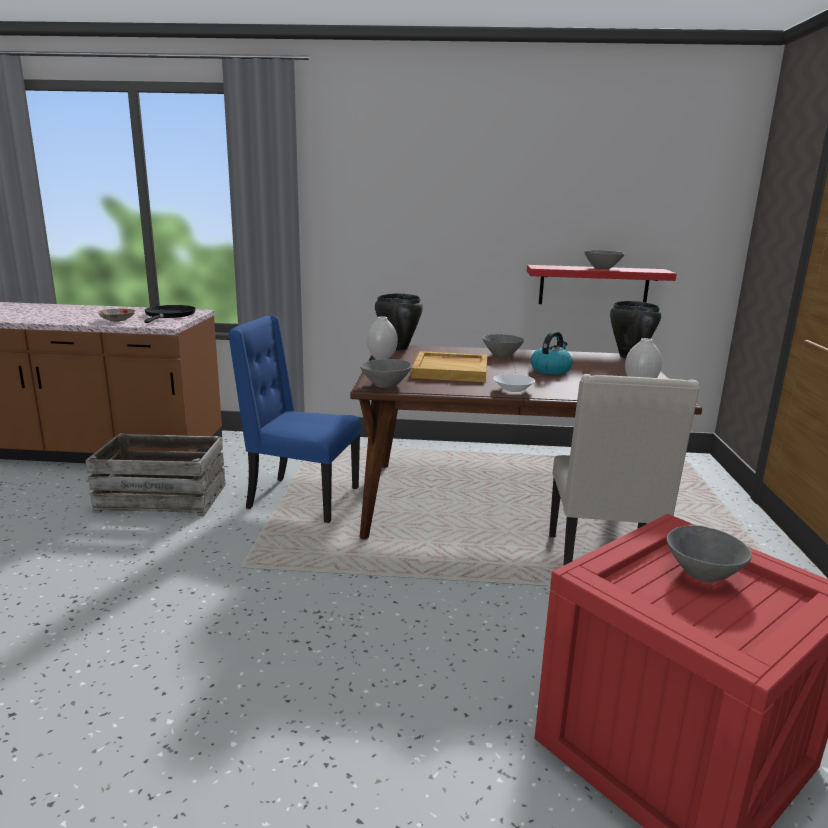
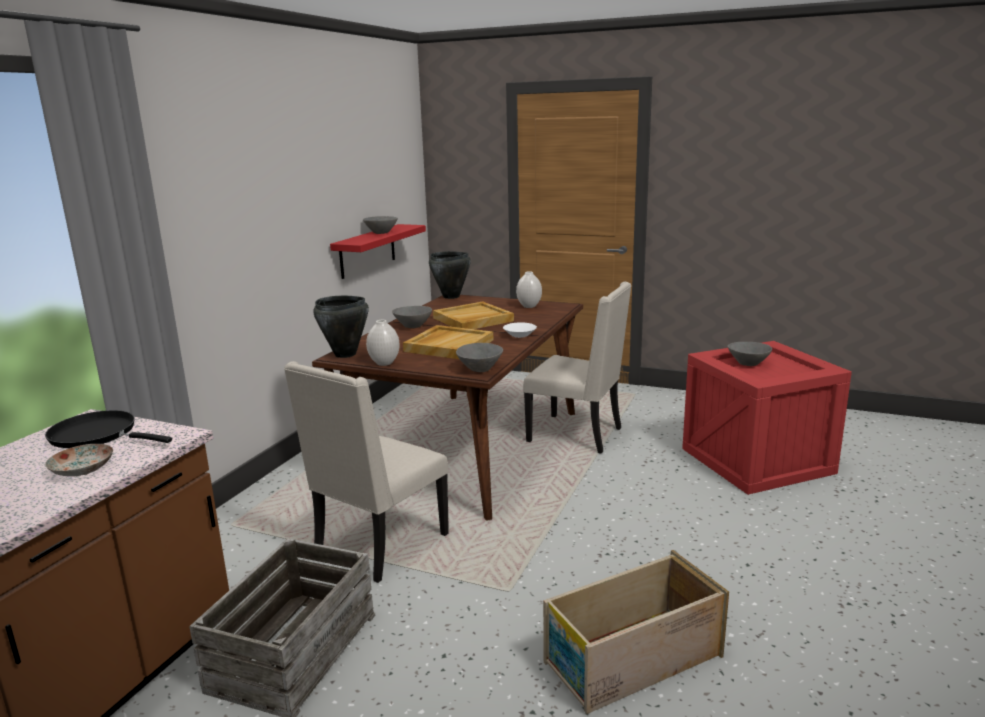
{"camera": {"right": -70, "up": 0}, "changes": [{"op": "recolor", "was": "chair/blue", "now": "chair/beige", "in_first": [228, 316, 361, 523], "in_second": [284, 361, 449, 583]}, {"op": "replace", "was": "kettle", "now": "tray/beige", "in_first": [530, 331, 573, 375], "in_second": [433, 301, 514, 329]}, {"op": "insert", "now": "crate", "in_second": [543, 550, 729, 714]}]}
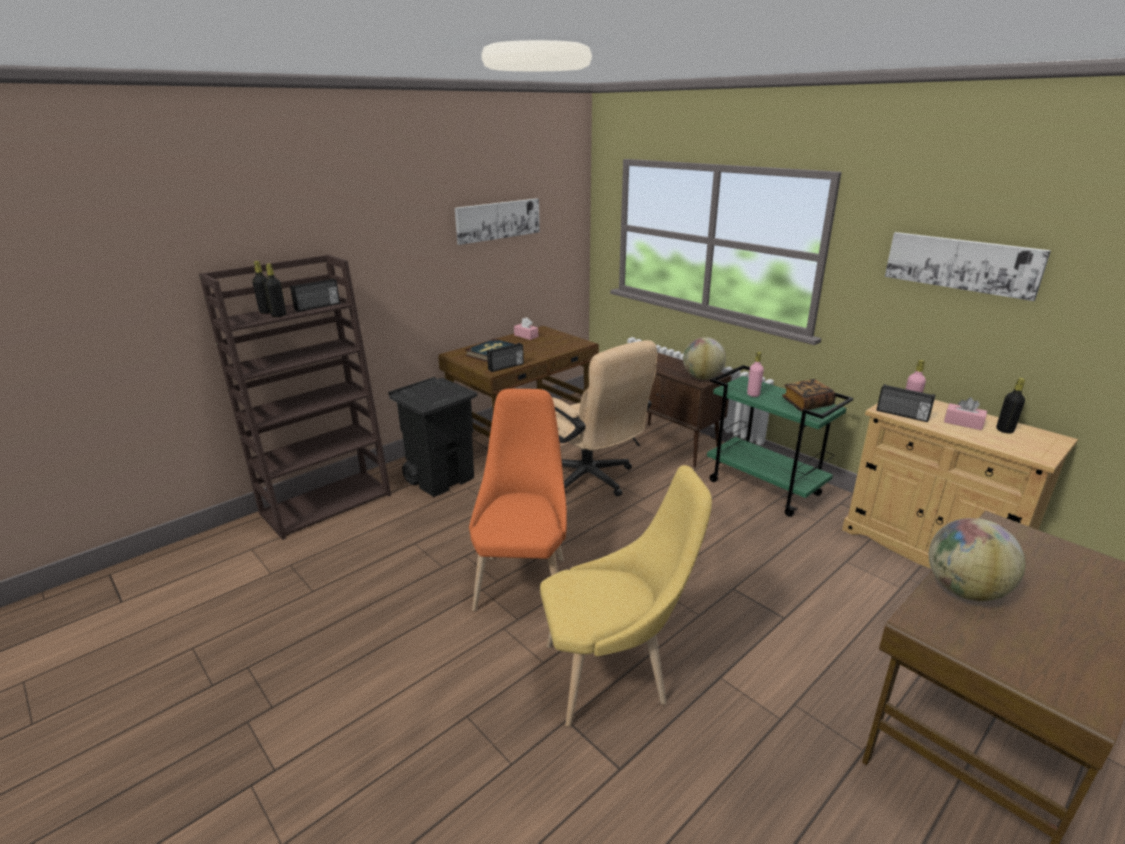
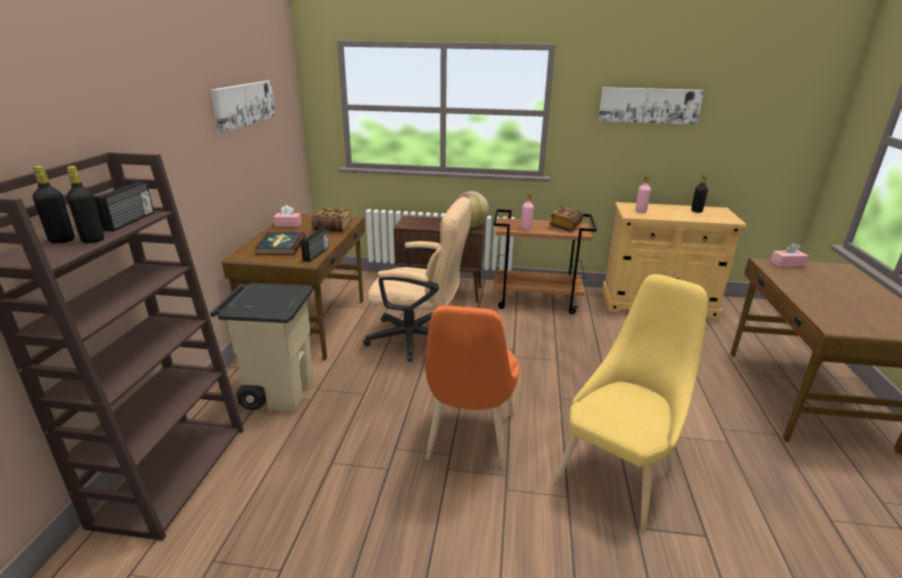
{"camera": {"right": -40, "up": 0}, "changes": [{"op": "recolor", "was": "trash can/black", "now": "trash can/beige", "in_first": [388, 377, 477, 497], "in_second": [210, 283, 313, 412]}, {"op": "insert", "now": "book", "in_second": [312, 208, 352, 232]}, {"op": "rotate", "was": "chair/orange", "in_first": [469, 389, 567, 611], "in_second": [425, 305, 520, 469], "clockwise": -135}, {"op": "recolor", "was": "cart/green", "now": "cart/brown", "in_first": [707, 365, 853, 517], "in_second": [493, 209, 597, 314]}, {"op": "move", "was": "tissue box/pink", "in_first": [944, 397, 987, 430], "in_second": [770, 243, 808, 267]}, {"op": "delete", "was": "radio", "in_first": [876, 384, 935, 422]}, {"op": "delete", "was": "globe", "in_first": [929, 518, 1025, 601]}]}
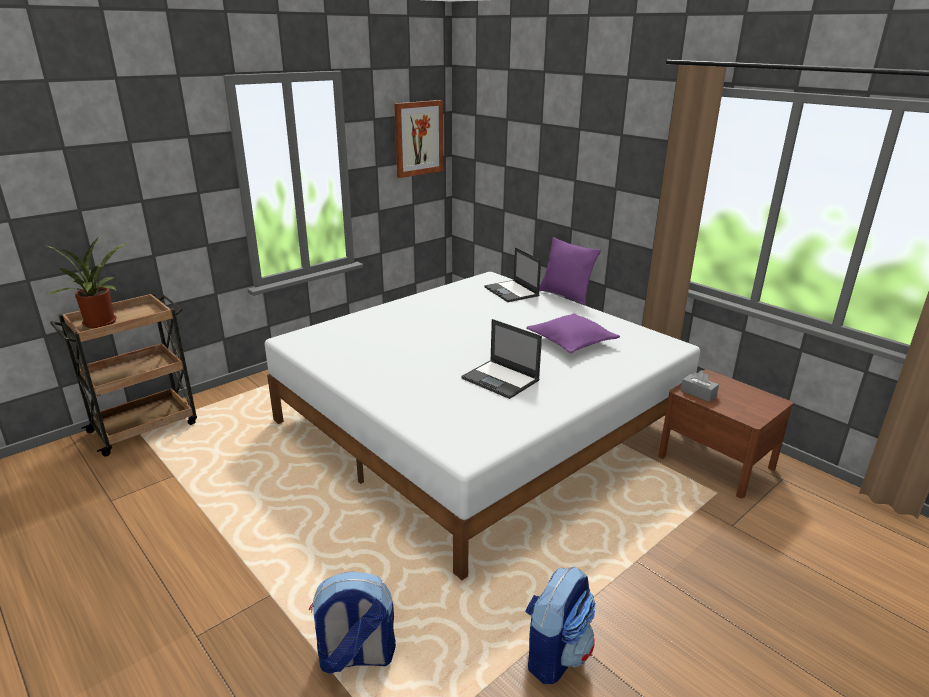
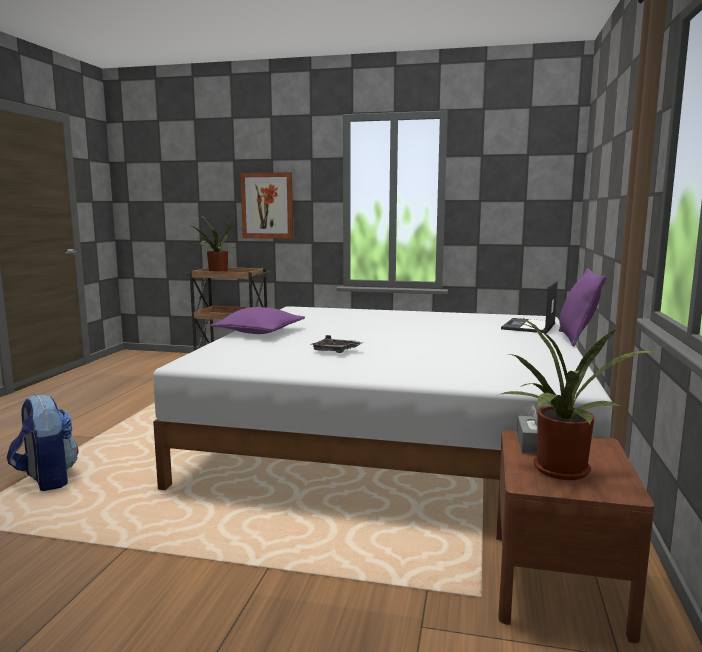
{"camera": {"right": 55, "up": -15}, "changes": [{"op": "move", "was": "pillow/purple", "in_first": [526, 313, 620, 353], "in_second": [210, 307, 305, 334]}, {"op": "move", "was": "picture", "in_first": [394, 100, 443, 178], "in_second": [240, 172, 294, 239]}, {"op": "replace", "was": "laptop", "now": "tray/grey", "in_first": [461, 319, 542, 399], "in_second": [310, 335, 364, 353]}, {"op": "insert", "now": "potted plant", "in_second": [501, 317, 656, 480]}, {"op": "delete", "was": "backpack", "in_first": [525, 566, 595, 684]}]}
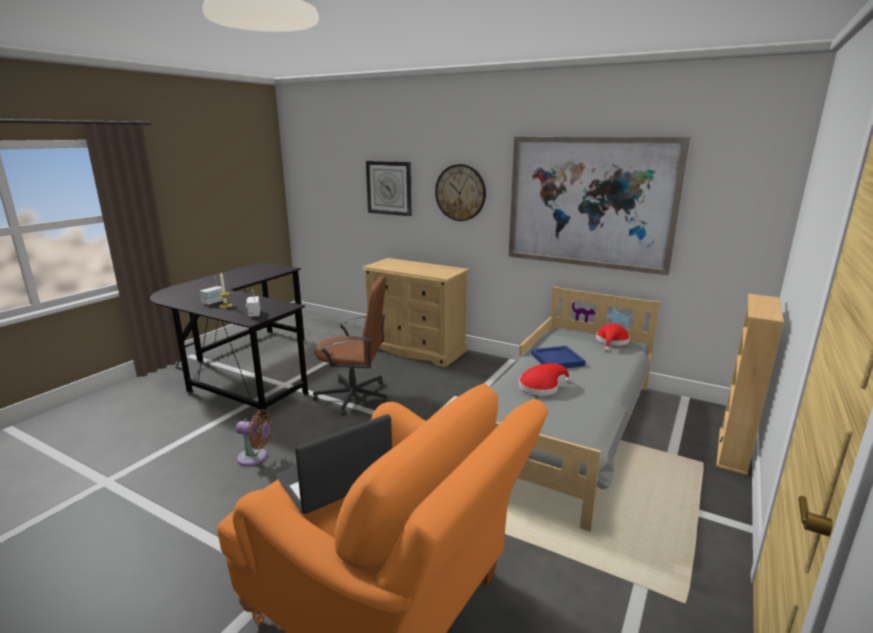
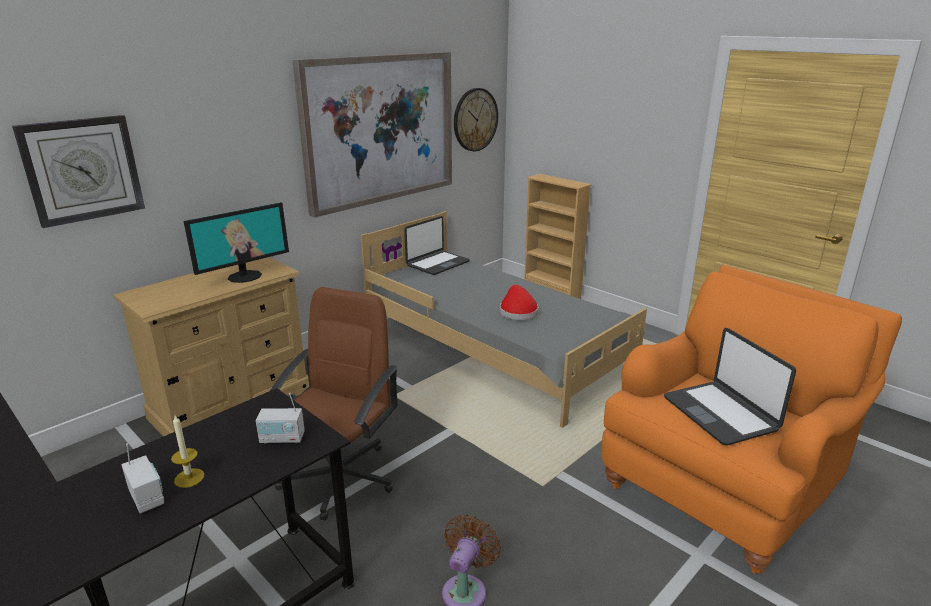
{"camera": {"right": -75, "up": 5}, "changes": [{"op": "insert", "now": "monitor", "in_second": [183, 202, 289, 283]}, {"op": "replace", "was": "hat/red", "now": "laptop", "in_first": [596, 323, 630, 351], "in_second": [404, 216, 470, 275]}, {"op": "move", "was": "wall clock", "in_first": [435, 164, 486, 221], "in_second": [454, 88, 498, 151]}, {"op": "delete", "was": "tray/blue", "in_first": [531, 346, 586, 368]}]}
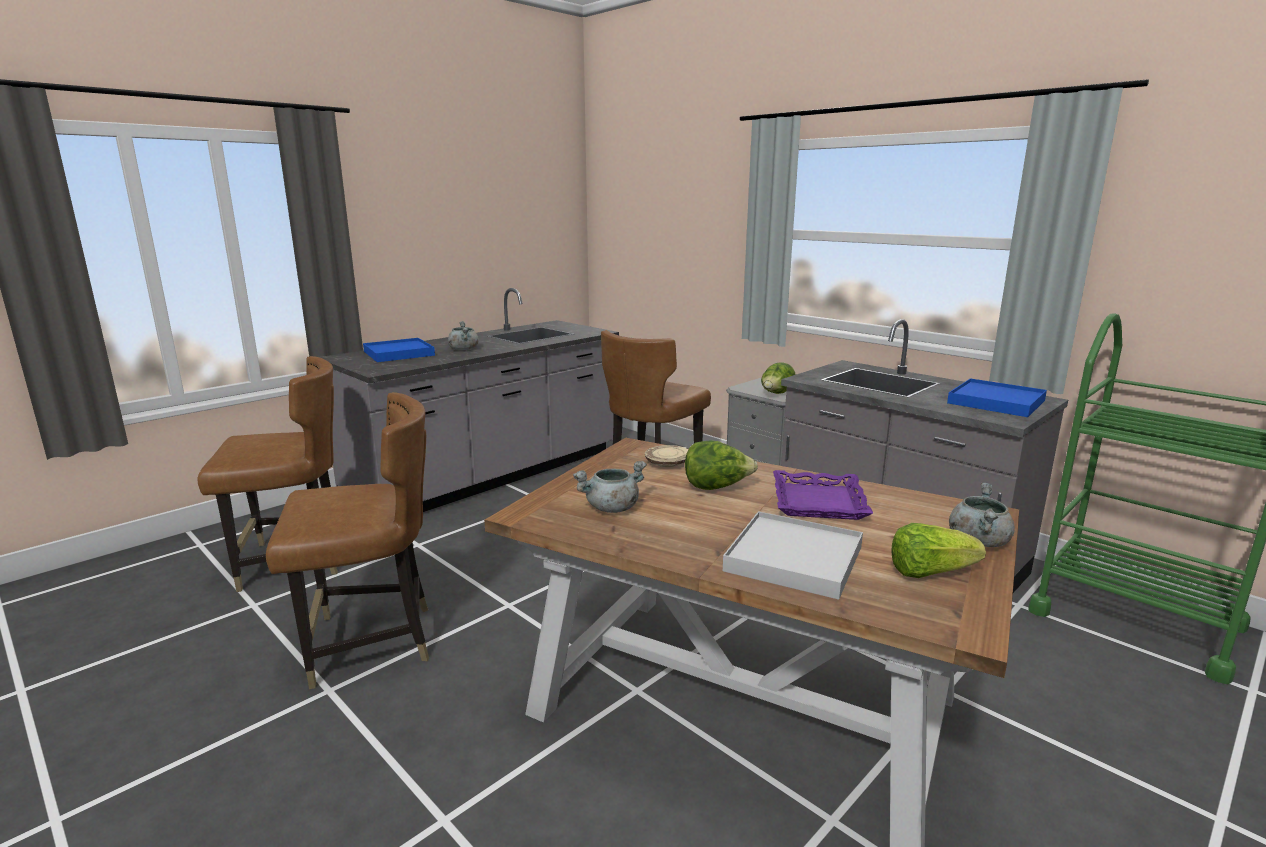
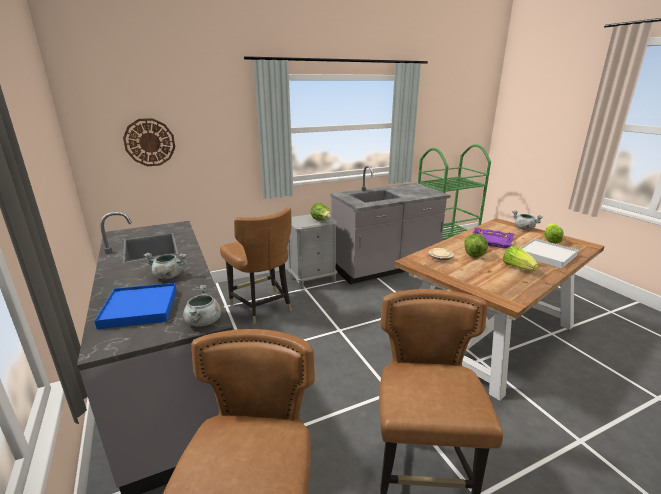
{"camera": {"right": -70, "up": 5}, "changes": [{"op": "insert", "now": "wall clock", "in_second": [123, 118, 175, 166]}, {"op": "move", "was": "cooking pot/grey", "in_first": [573, 461, 647, 513], "in_second": [183, 285, 221, 327]}, {"op": "insert", "now": "lettuce", "in_second": [503, 246, 539, 271]}, {"op": "delete", "was": "tray/blue", "in_first": [947, 378, 1047, 417]}]}
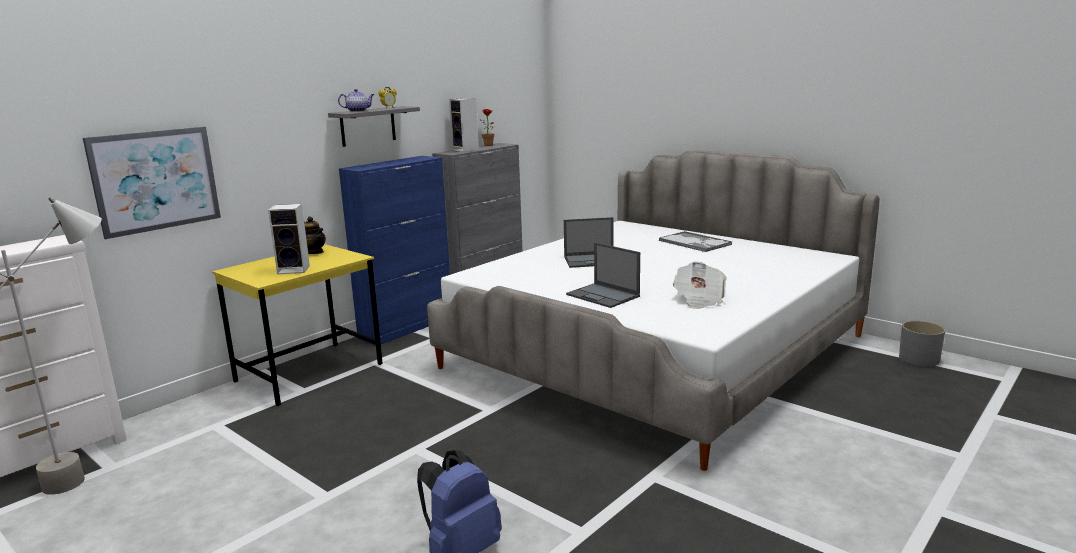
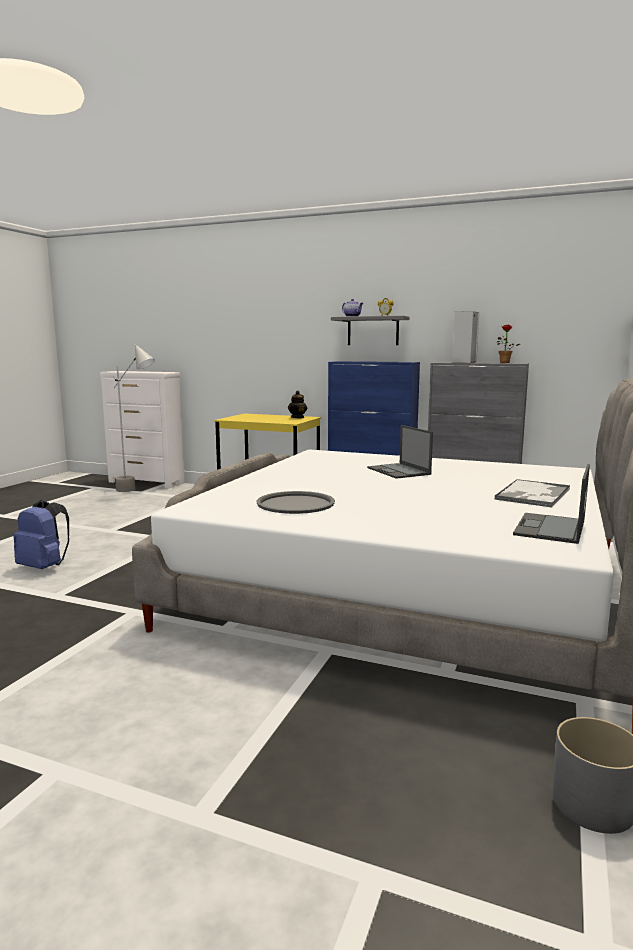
{"camera": {"right": 70, "up": -5}, "changes": [{"op": "replace", "was": "newspaper", "now": "tray/grey", "in_first": [673, 262, 726, 309], "in_second": [257, 491, 335, 514]}, {"op": "move", "was": "laptop", "in_first": [566, 242, 640, 308], "in_second": [513, 464, 590, 544]}, {"op": "delete", "was": "picture", "in_first": [83, 127, 221, 239]}, {"op": "delete", "was": "speaker", "in_first": [268, 204, 310, 274]}]}
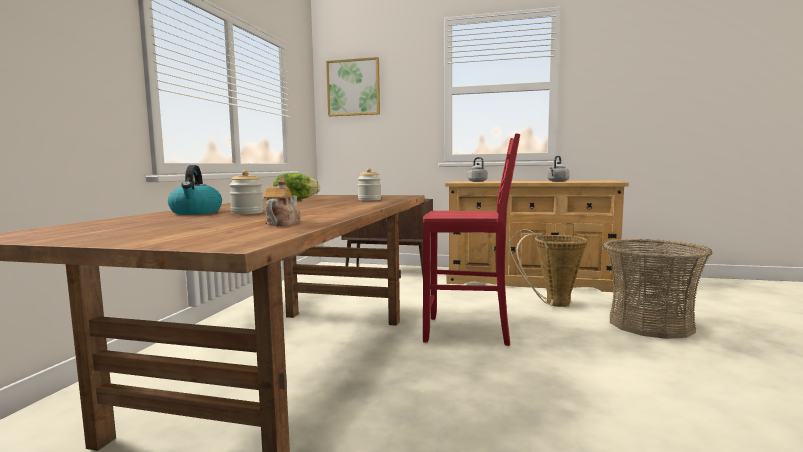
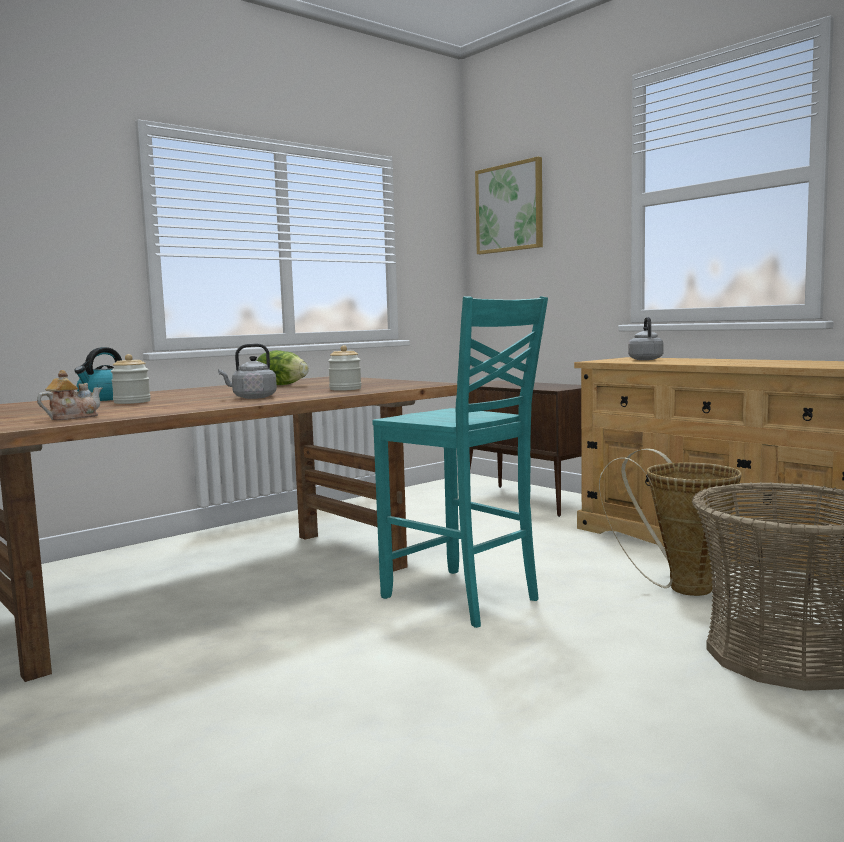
{"camera": {"right": 35, "up": 0}, "changes": [{"op": "move", "was": "kettle/grey", "in_first": [547, 156, 569, 182], "in_second": [218, 343, 277, 399]}, {"op": "recolor", "was": "chair/red", "now": "chair/turquoise", "in_first": [423, 133, 520, 346], "in_second": [372, 296, 548, 628]}]}
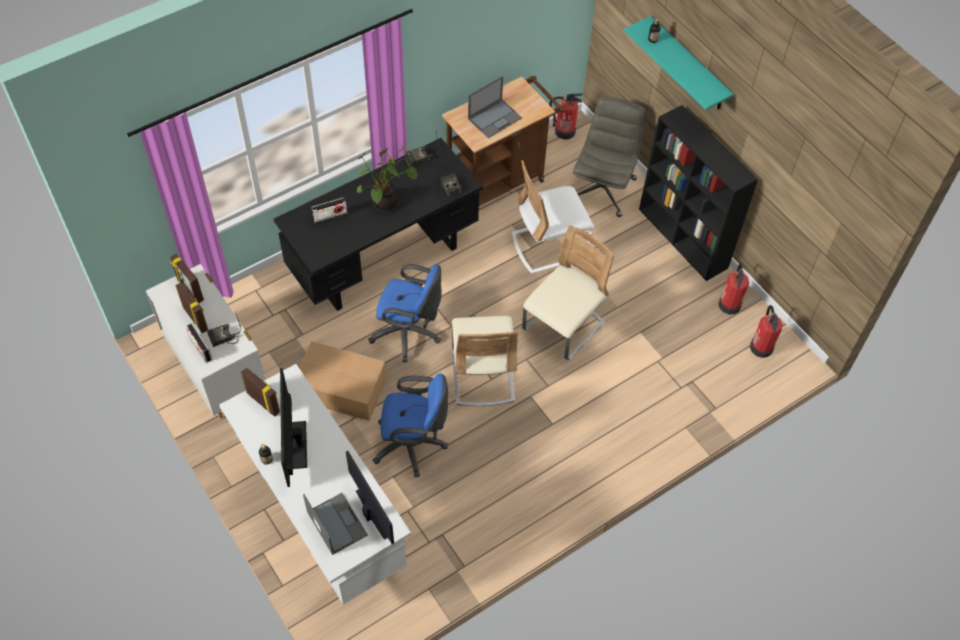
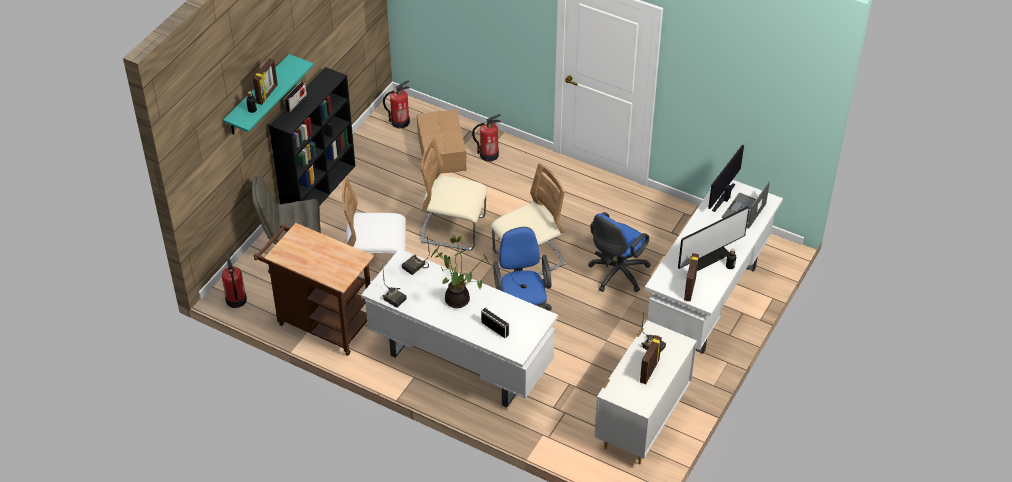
{"camera": {"right": -115, "up": -10}, "changes": [{"op": "move", "was": "picture frame", "in_first": [170, 254, 204, 303], "in_second": [253, 58, 278, 105]}, {"op": "move", "was": "radio", "in_first": [186, 323, 212, 363], "in_second": [284, 82, 307, 112]}, {"op": "rotate", "was": "chair/white", "in_first": [512, 160, 594, 274], "in_second": [342, 177, 406, 284], "clockwise": 135}, {"op": "recolor", "was": "desk/black", "now": "desk/white", "in_first": [274, 138, 483, 311], "in_second": [361, 248, 558, 407]}, {"op": "move", "was": "cardboard box", "in_first": [299, 341, 387, 421], "in_second": [417, 109, 466, 174]}, {"op": "move", "was": "fire extinguisher", "in_first": [718, 263, 749, 314], "in_second": [472, 114, 501, 161]}, {"op": "rotate", "was": "office chair/blue", "in_first": [373, 374, 448, 477], "in_second": [588, 212, 651, 292], "clockwise": -120}, {"op": "delete", "was": "laptop", "in_first": [468, 76, 522, 138]}]}
